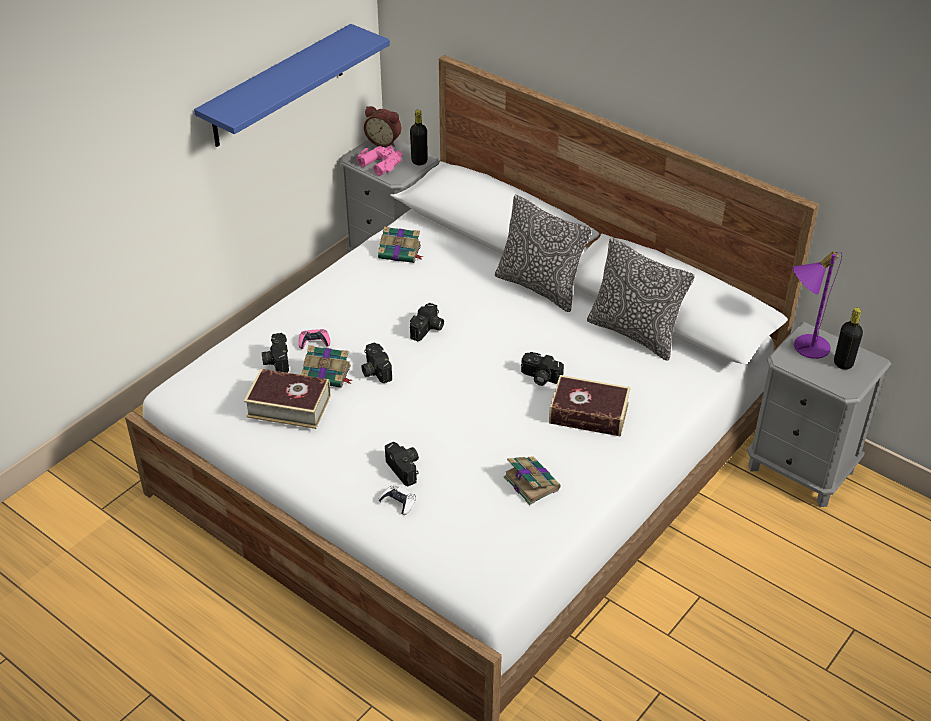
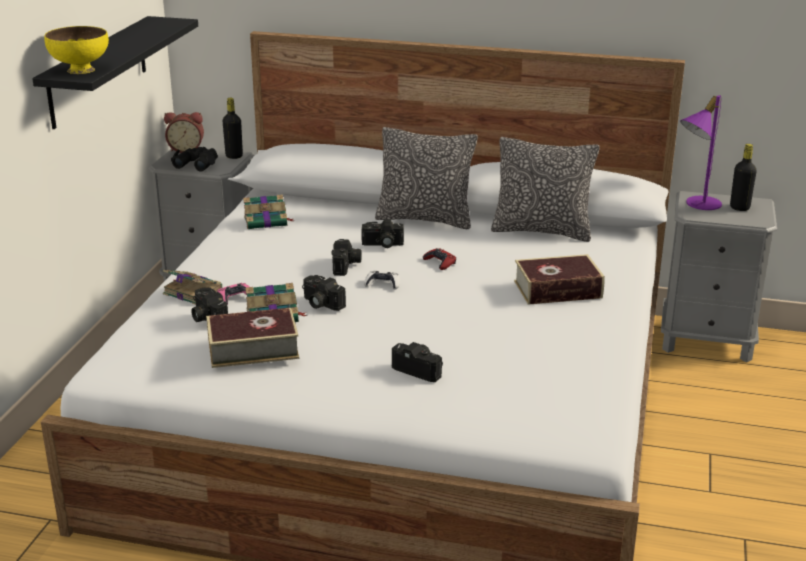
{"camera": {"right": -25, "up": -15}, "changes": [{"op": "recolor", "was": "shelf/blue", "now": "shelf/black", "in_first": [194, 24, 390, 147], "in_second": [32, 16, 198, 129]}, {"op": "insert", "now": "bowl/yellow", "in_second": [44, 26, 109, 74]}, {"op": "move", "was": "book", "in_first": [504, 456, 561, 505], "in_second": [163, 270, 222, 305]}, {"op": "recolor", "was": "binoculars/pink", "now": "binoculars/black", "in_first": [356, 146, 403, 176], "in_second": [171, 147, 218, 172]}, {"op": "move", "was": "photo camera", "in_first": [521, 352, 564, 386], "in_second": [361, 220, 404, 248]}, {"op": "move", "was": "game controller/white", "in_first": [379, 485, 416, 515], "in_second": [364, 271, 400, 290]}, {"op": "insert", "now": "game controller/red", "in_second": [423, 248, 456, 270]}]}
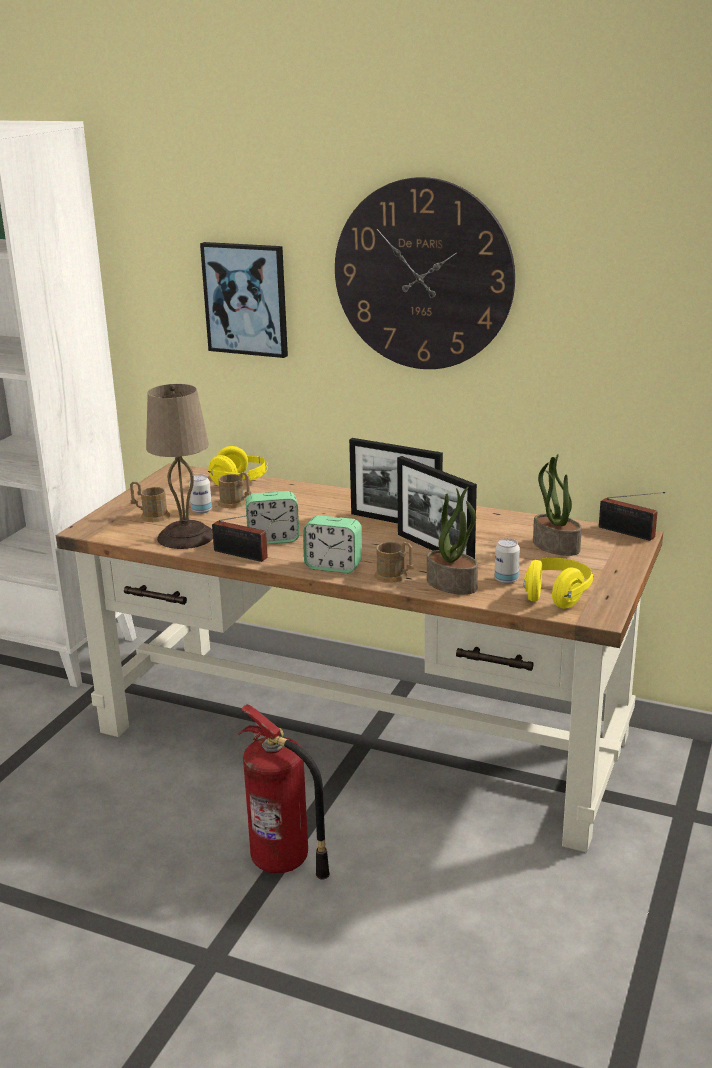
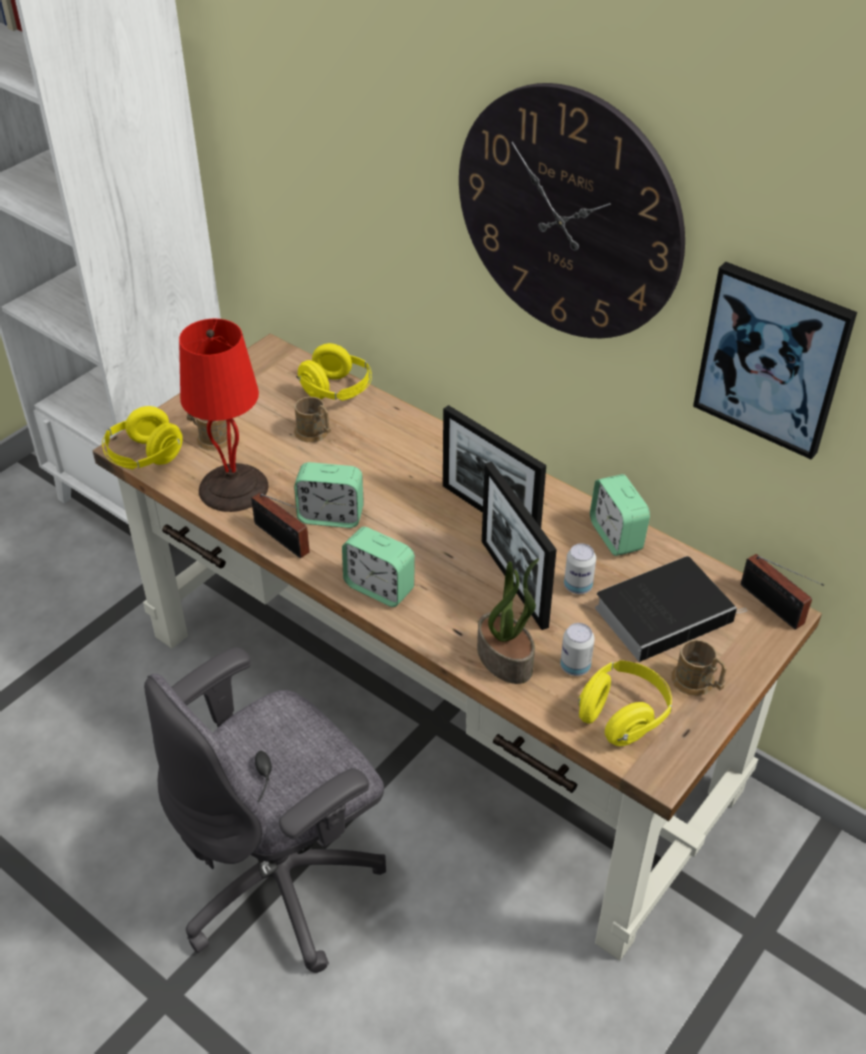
{"camera": {"right": 15, "up": 20}, "changes": [{"op": "insert", "now": "headphones/yellow", "in_second": [102, 406, 183, 470]}, {"op": "replace", "was": "fire extinguisher", "now": "office chair/grey", "in_first": [238, 704, 330, 880], "in_second": [144, 647, 386, 973]}, {"op": "recolor", "was": "table lamp/beige", "now": "table lamp/red", "in_first": [146, 384, 213, 549], "in_second": [179, 319, 269, 512]}, {"op": "move", "was": "can", "in_first": [189, 474, 212, 514], "in_second": [564, 543, 596, 594]}, {"op": "insert", "now": "alarm clock", "in_second": [590, 474, 650, 556]}, {"op": "replace", "was": "potted plant", "now": "book", "in_first": [533, 454, 582, 556], "in_second": [595, 556, 748, 662]}, {"op": "move", "was": "mug/brown", "in_first": [374, 542, 414, 583], "in_second": [671, 639, 727, 696]}, {"op": "move", "was": "picture", "in_first": [200, 242, 288, 358], "in_second": [693, 262, 857, 459]}]}
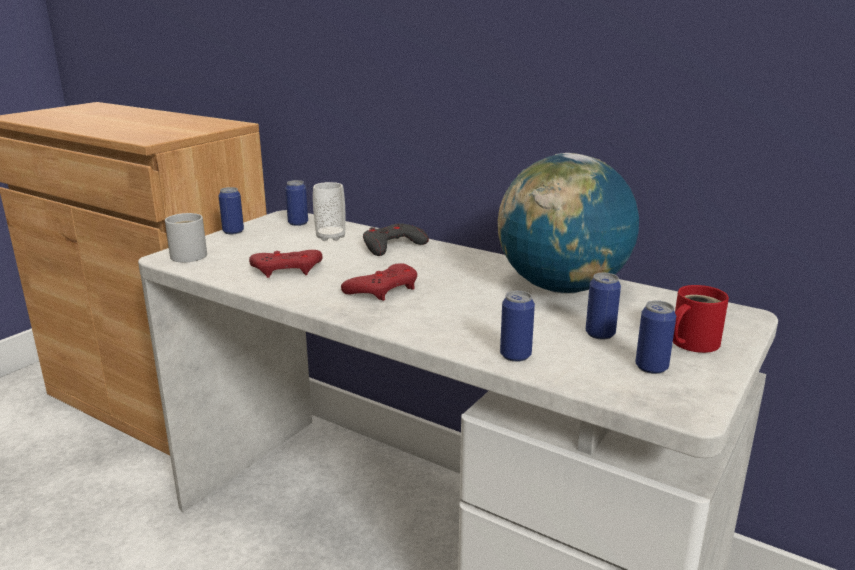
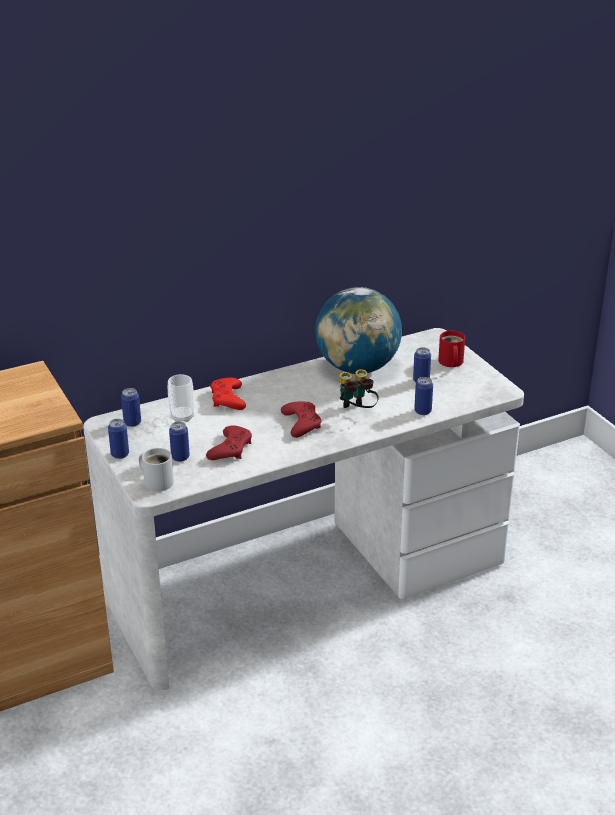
{"camera": {"right": -60, "up": 10}, "changes": [{"op": "move", "was": "can", "in_first": [635, 301, 676, 374], "in_second": [169, 421, 190, 462]}, {"op": "recolor", "was": "game controller/grey", "now": "game controller/red", "in_first": [363, 224, 429, 256], "in_second": [211, 378, 246, 410]}, {"op": "insert", "now": "binoculars", "in_second": [340, 369, 379, 408]}]}
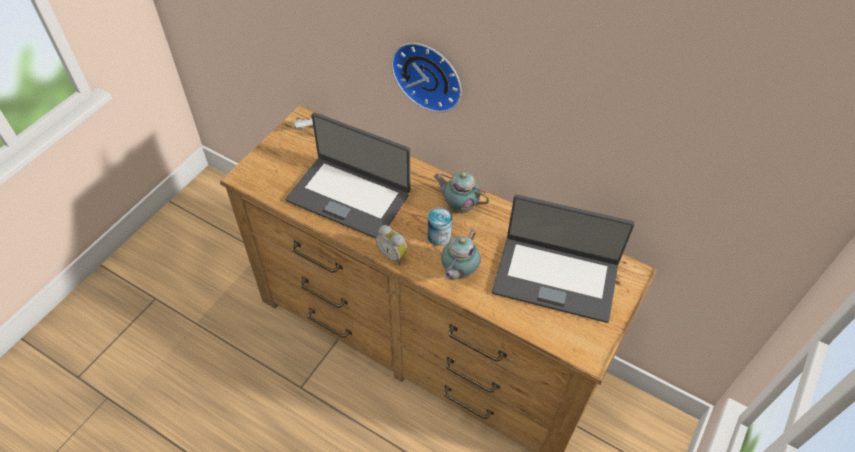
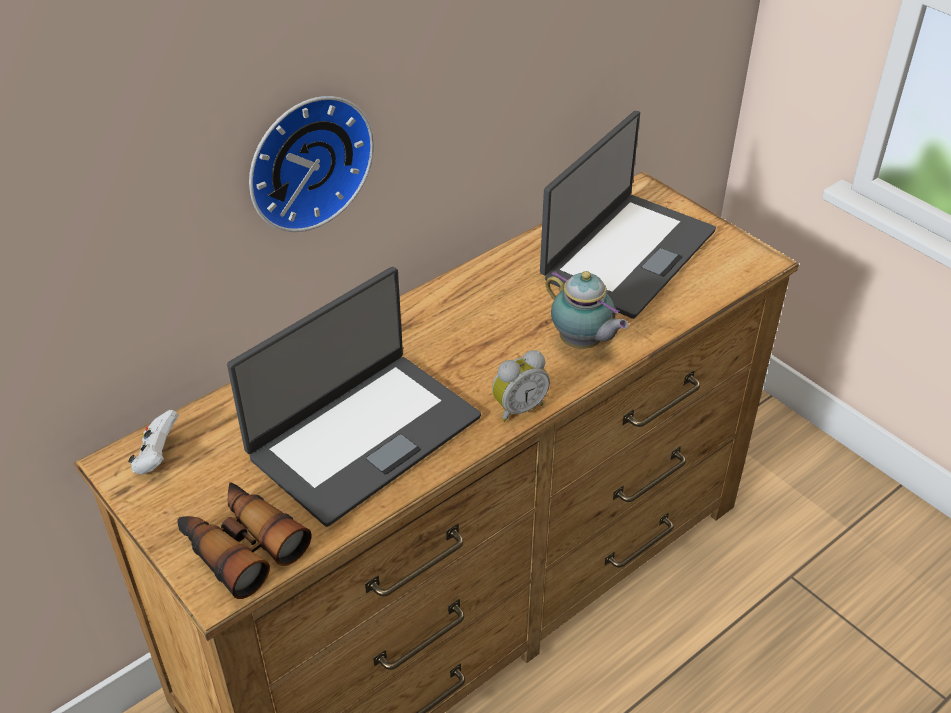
{"camera": {"right": -70, "up": -10}, "changes": [{"op": "insert", "now": "binoculars", "in_second": [177, 482, 312, 599]}, {"op": "delete", "was": "can", "in_first": [427, 207, 452, 246]}, {"op": "delete", "was": "teapot", "in_first": [433, 172, 489, 213]}]}
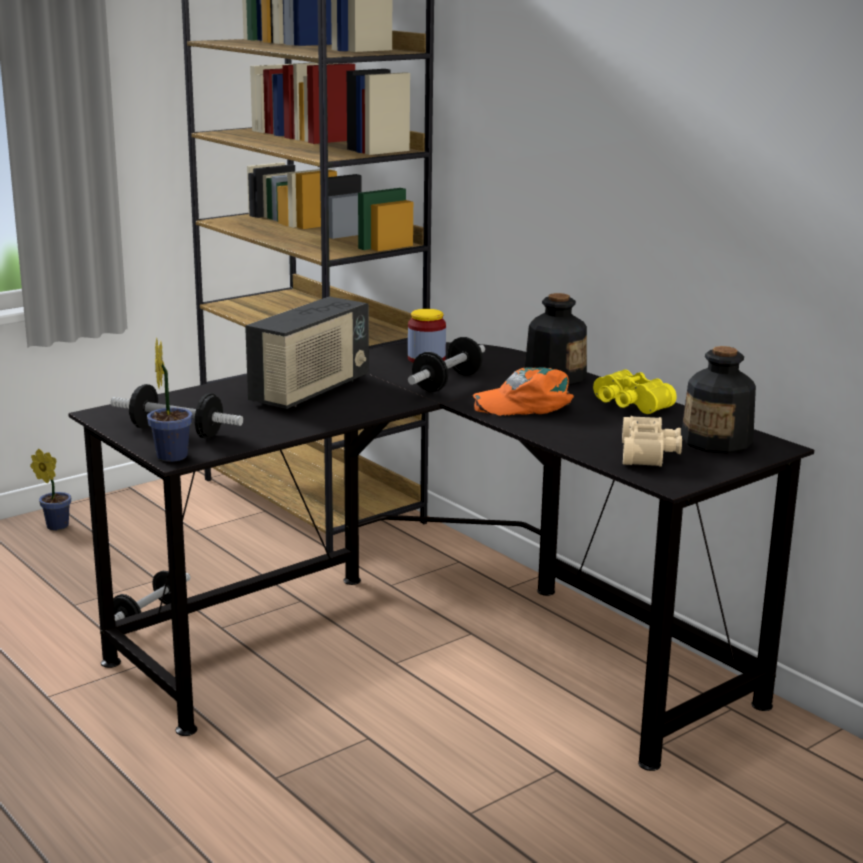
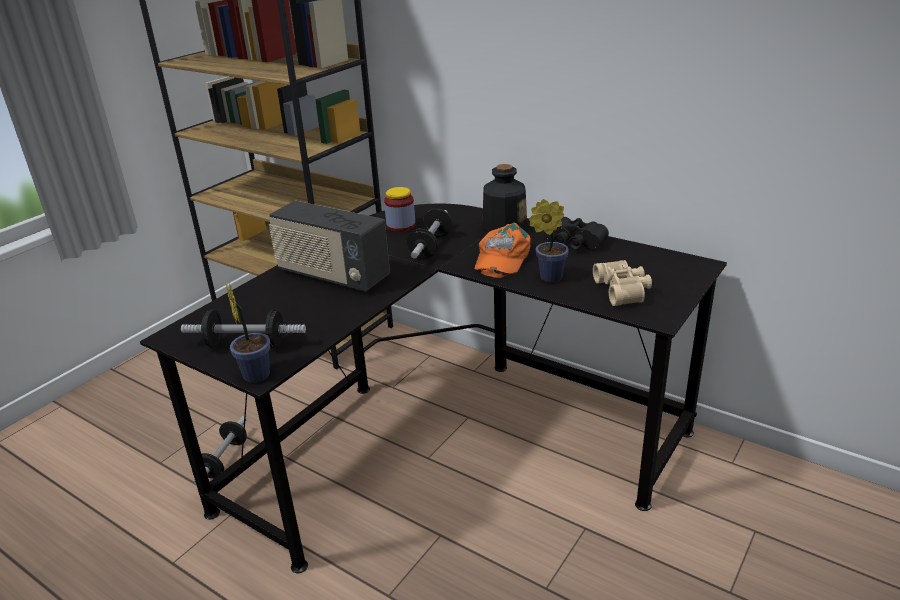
{"camera": {"right": -15, "up": 10}, "changes": [{"op": "rotate", "was": "radio", "in_first": [245, 296, 369, 409], "in_second": [269, 201, 390, 292], "clockwise": 105}, {"op": "rotate", "was": "cap/orange", "in_first": [472, 367, 574, 416], "in_second": [474, 223, 531, 278], "clockwise": -45}, {"op": "move", "was": "potted plant", "in_first": [30, 449, 71, 530], "in_second": [529, 199, 569, 283]}, {"op": "recolor", "was": "binoculars/yellow", "now": "binoculars/black", "in_first": [593, 369, 676, 414], "in_second": [544, 217, 609, 251]}, {"op": "delete", "was": "bottle", "in_first": [681, 346, 756, 453]}]}
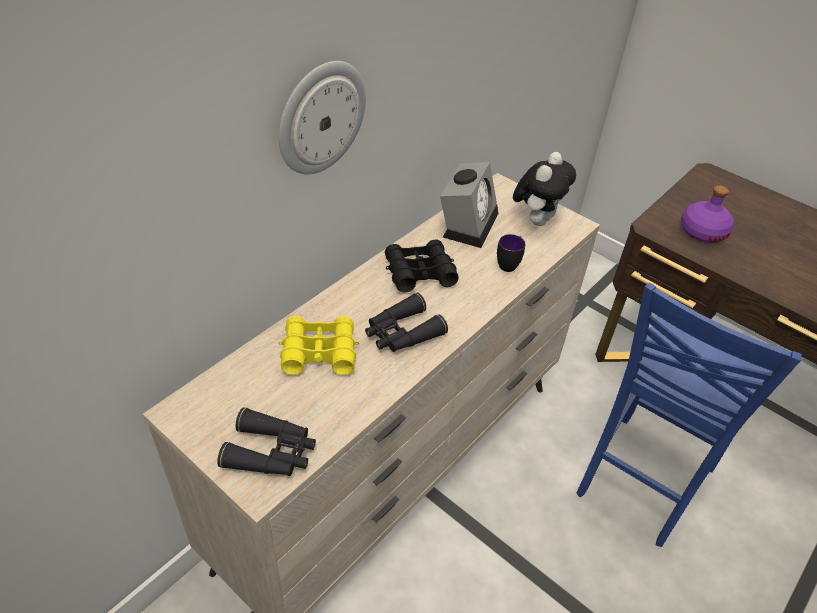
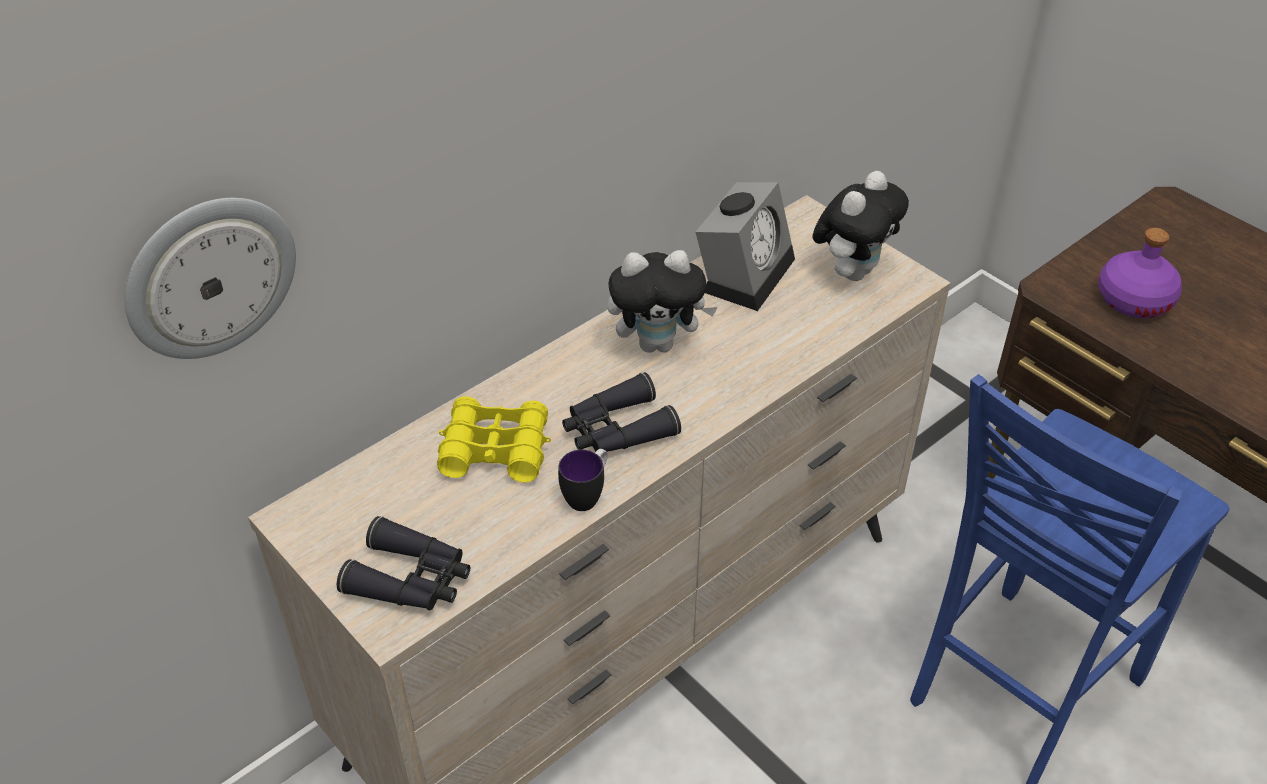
{"camera": {"right": 10, "up": 0}, "changes": [{"op": "move", "was": "wall clock", "in_first": [279, 61, 366, 175], "in_second": [124, 198, 296, 359]}, {"op": "move", "was": "mug", "in_first": [497, 234, 525, 272], "in_second": [558, 449, 608, 511]}, {"op": "replace", "was": "binoculars/black", "now": "plush toy", "in_first": [385, 239, 459, 293], "in_second": [607, 250, 717, 353]}]}
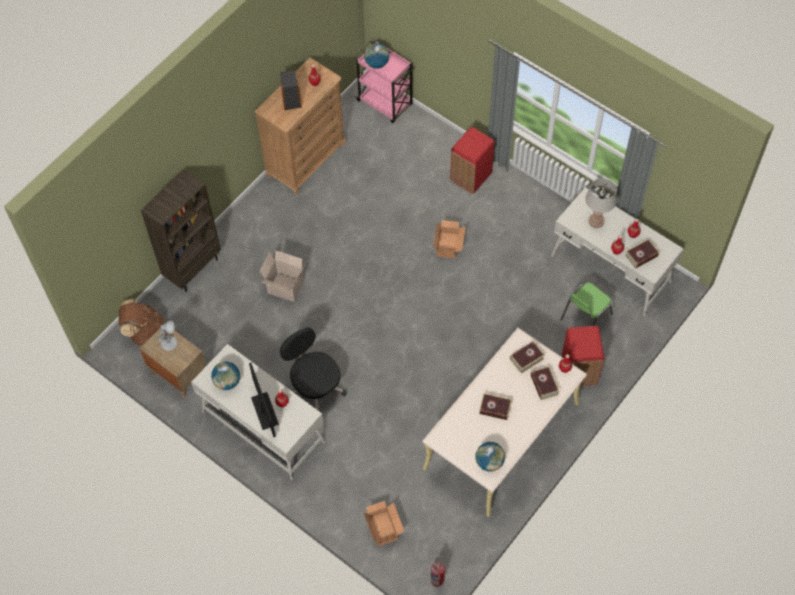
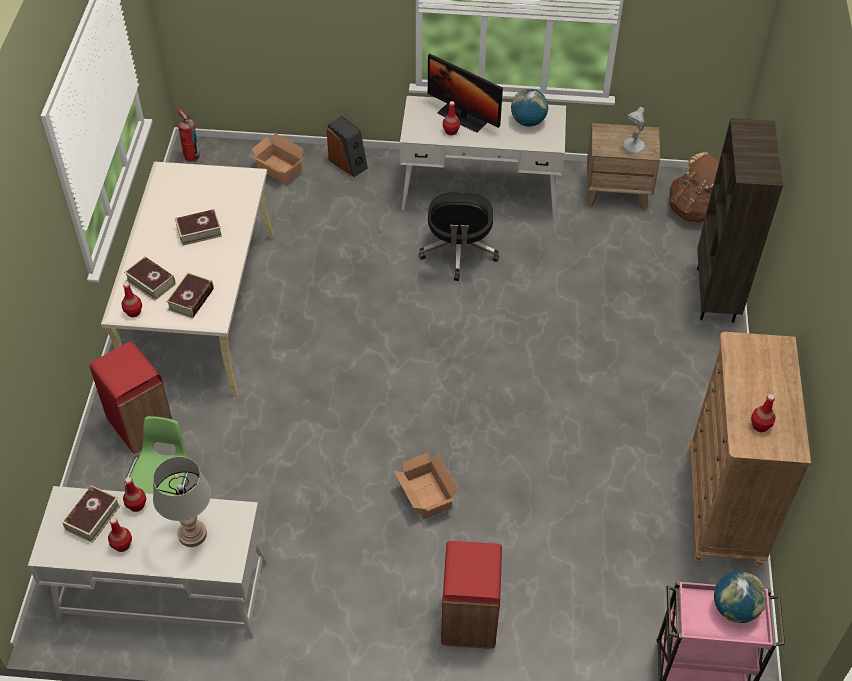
{"camera": {"right": 145, "up": -10}, "changes": [{"op": "move", "was": "speaker", "in_first": [280, 70, 302, 110], "in_second": [327, 116, 368, 177]}, {"op": "rotate", "was": "office chair/black", "in_first": [280, 327, 346, 411], "in_second": [419, 192, 499, 281], "clockwise": 75}, {"op": "delete", "was": "cardboard box", "in_first": [260, 250, 305, 302]}, {"op": "delete", "was": "globe", "in_first": [476, 442, 505, 472]}]}
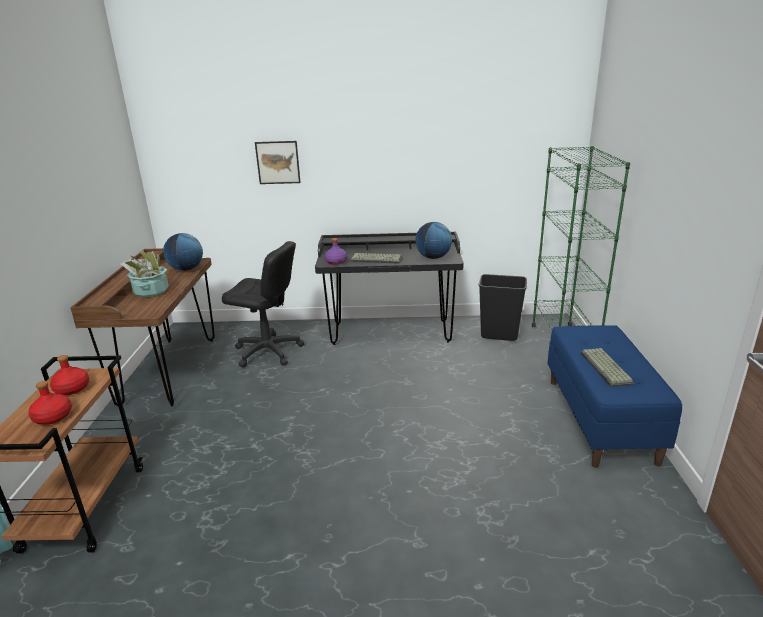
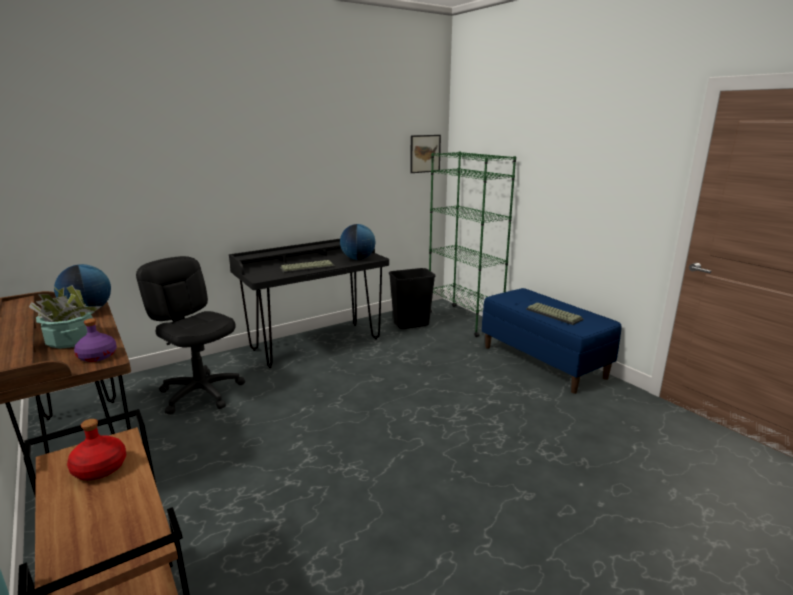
{"camera": {"right": -35, "up": -5}, "changes": [{"op": "move", "was": "bottle/purple", "in_first": [324, 238, 347, 265], "in_second": [74, 319, 117, 362]}, {"op": "rotate", "was": "office chair/black", "in_first": [222, 241, 304, 367], "in_second": [136, 256, 245, 414], "clockwise": -120}, {"op": "move", "was": "picture", "in_first": [255, 141, 301, 184], "in_second": [410, 135, 441, 173]}, {"op": "delete", "was": "bottle/red", "in_first": [29, 381, 72, 425]}]}
